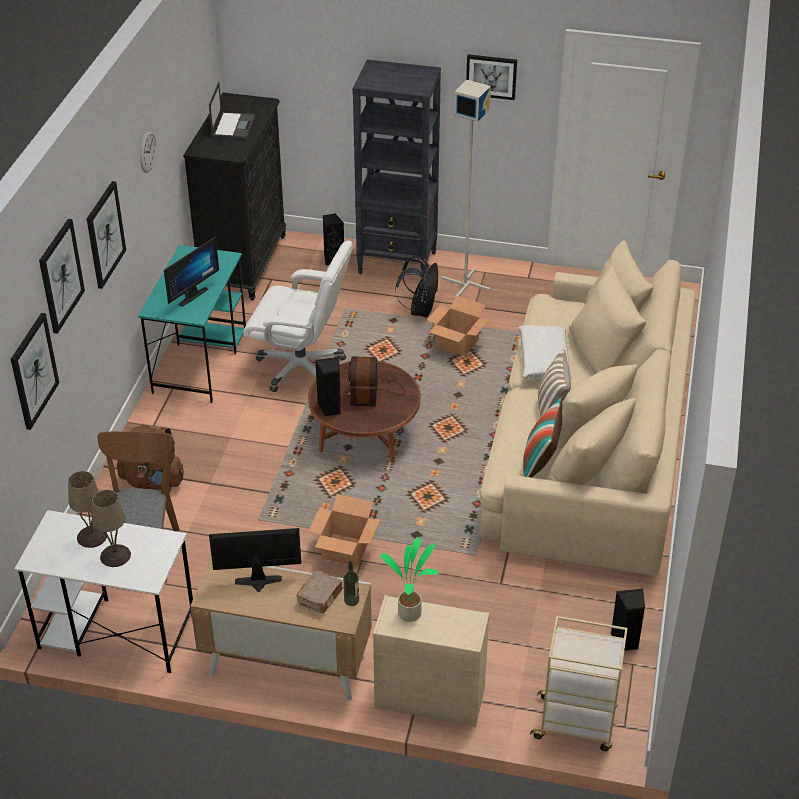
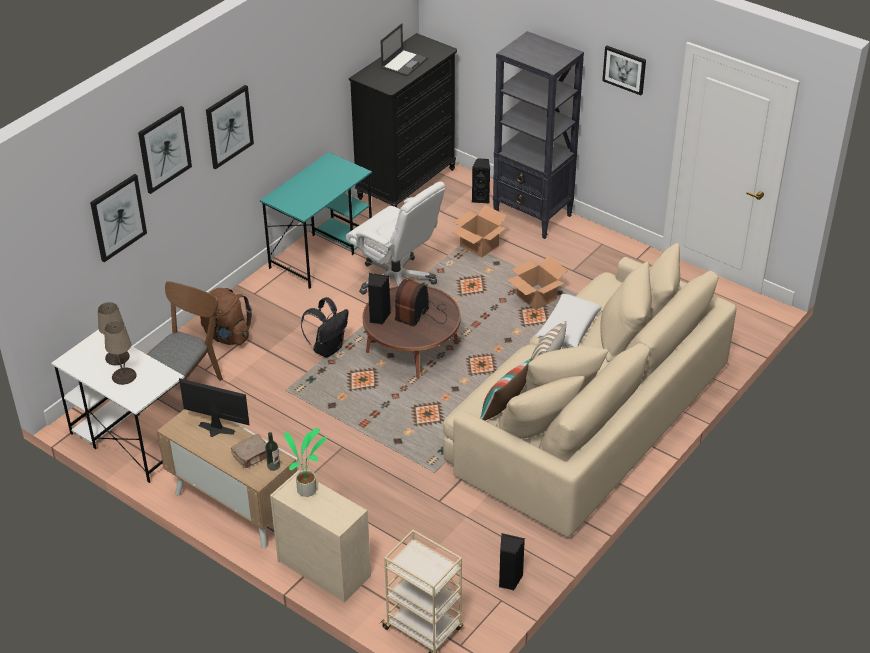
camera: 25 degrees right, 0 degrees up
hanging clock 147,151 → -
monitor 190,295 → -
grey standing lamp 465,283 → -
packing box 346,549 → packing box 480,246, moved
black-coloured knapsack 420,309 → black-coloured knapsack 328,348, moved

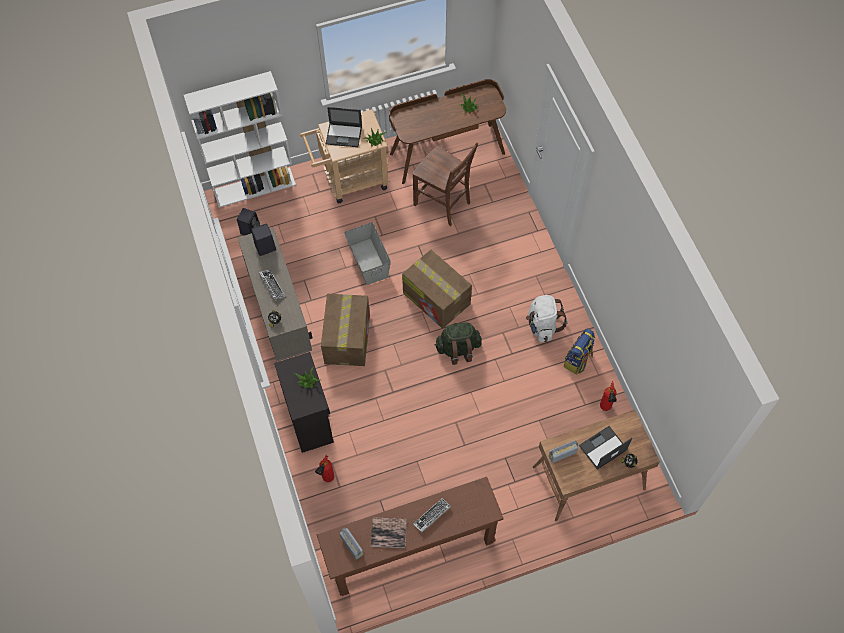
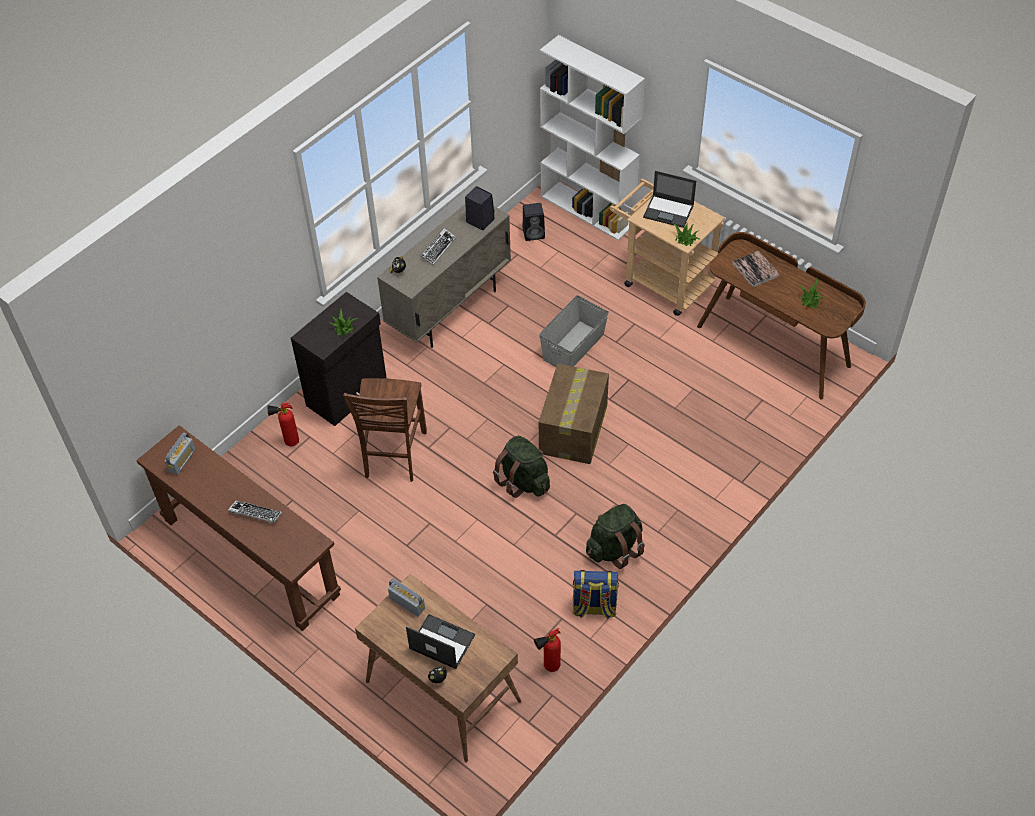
camera: 60 degrees right, 10 degrees down
packing box 347,338 → -
bound book 388,532 → bound book 755,269, moved
brown plain chair 443,204 → brown plain chair 393,455, moved
white knapsack 542,326 → green knapsack 614,548
portable computer 344,135 → portable computer 669,211, 45 degrees counterclockwise

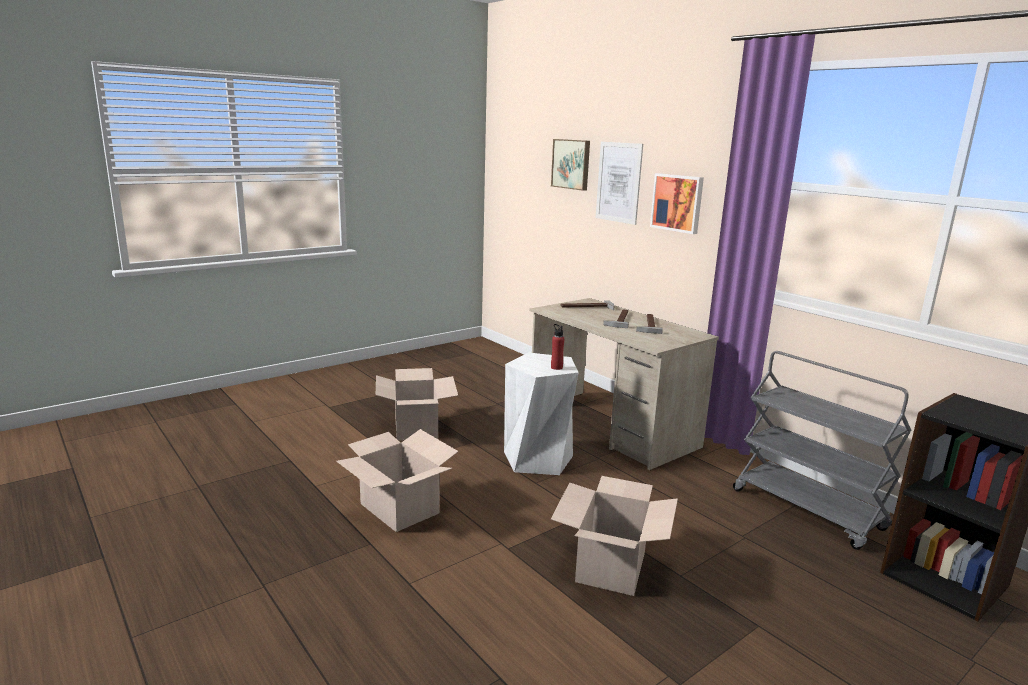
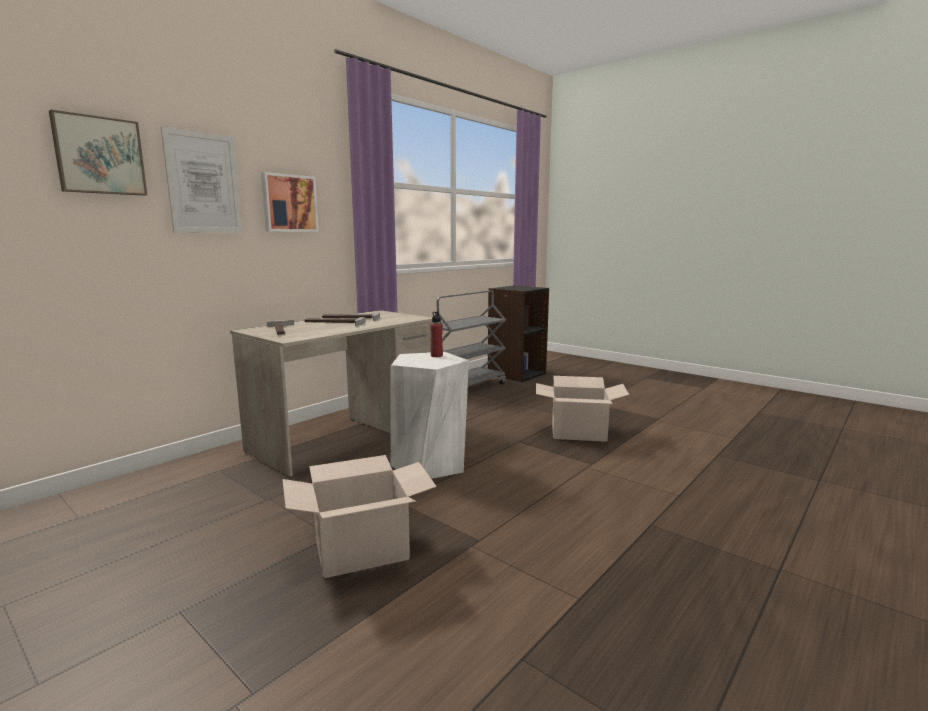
camera: 100 degrees left, 5 degrees down
packing box 400,508 → -

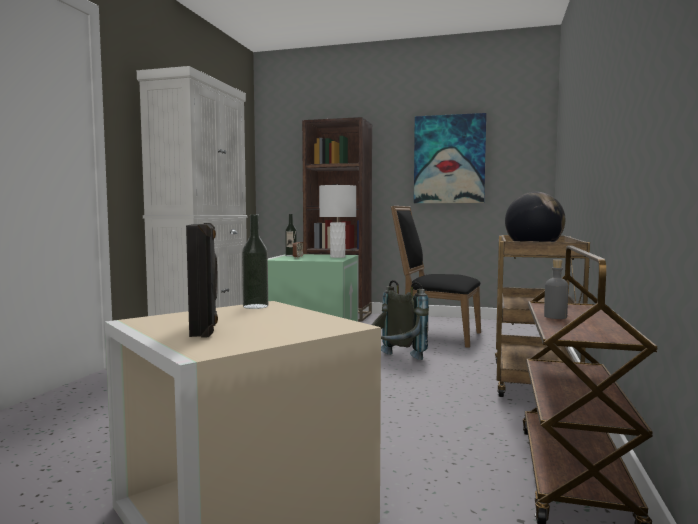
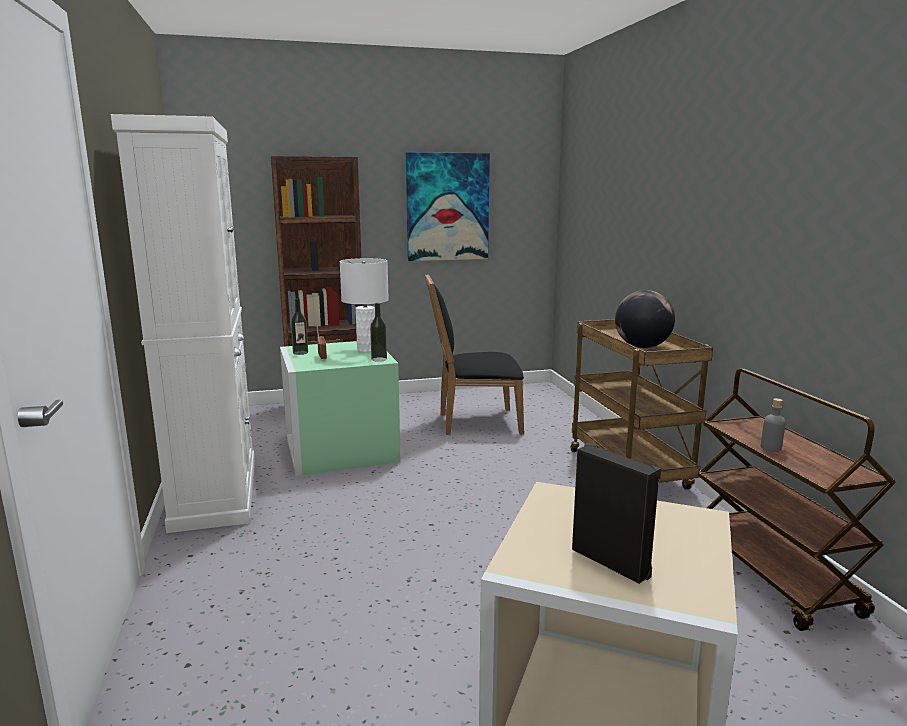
camera: 30 degrees left, 10 degrees up
grey knapsack 396,360 → -
drink bottle 255,306 → drink bottle 379,359, moved

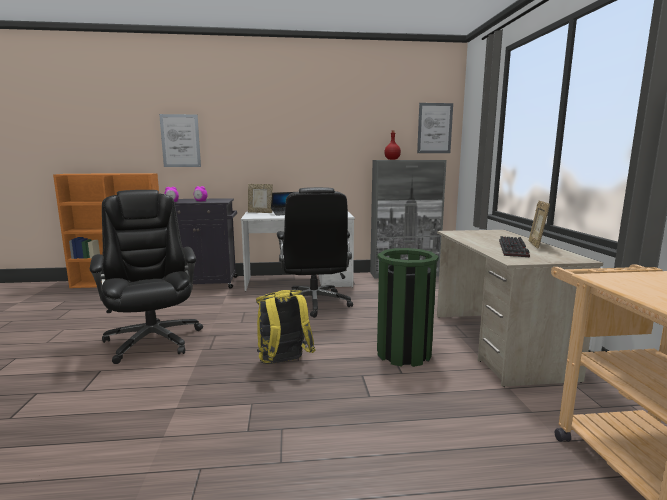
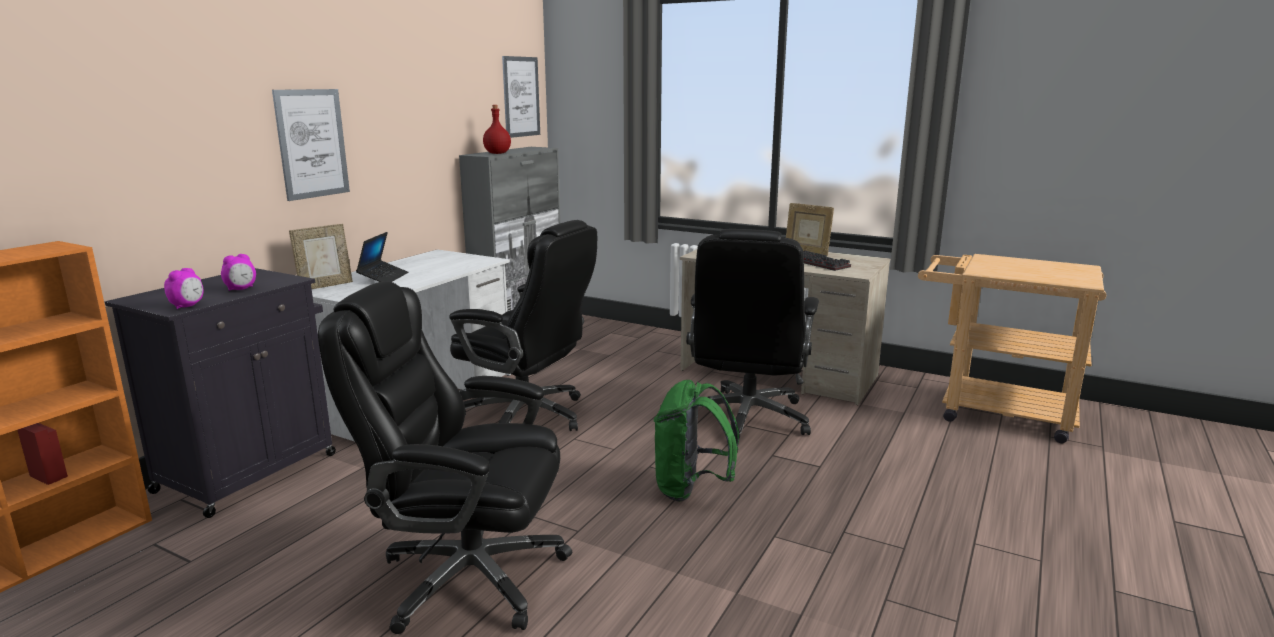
camera: 55 degrees left, 5 degrees up
wall picture 180,141 → wall picture 312,143, moved
green waste bin 403,353 → black-coloured office chair 747,418
yellow knapsack 283,363 → green knapsack 691,489

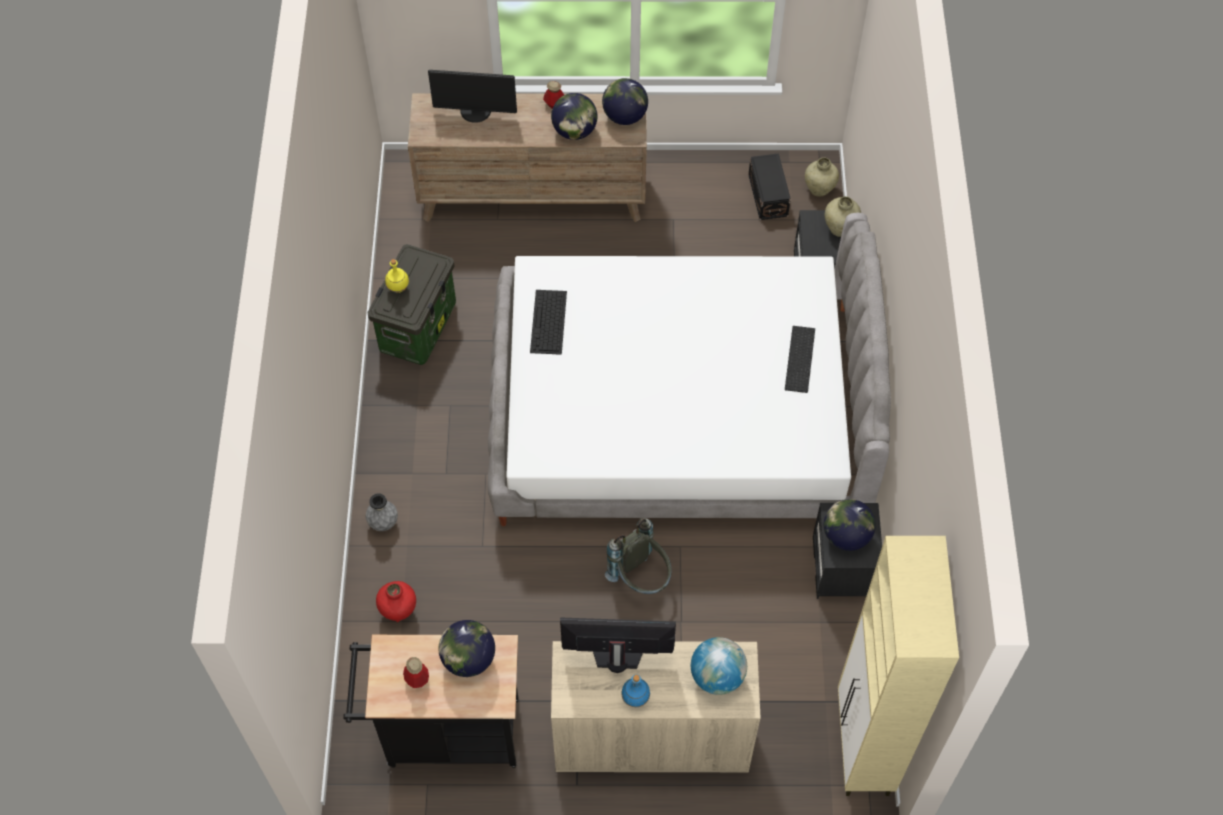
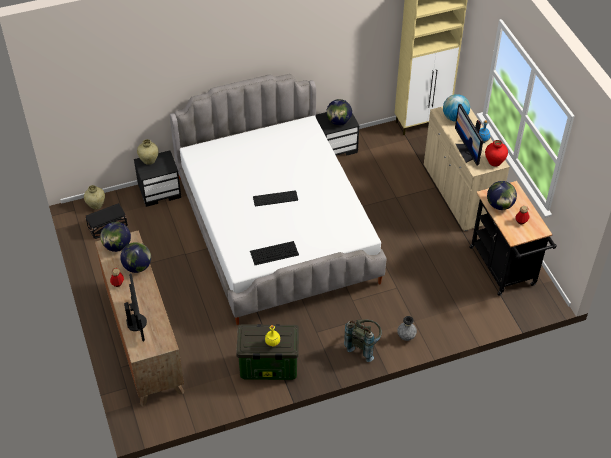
camera: 110 degrees left, 10 degrees down
red-coloured decorative vase 399,611 → red-coloured decorative vase 494,162, moved
grey knapsack 641,578 → grey knapsack 363,345, moved
keyboard 801,360 → keyboard 275,198, moved

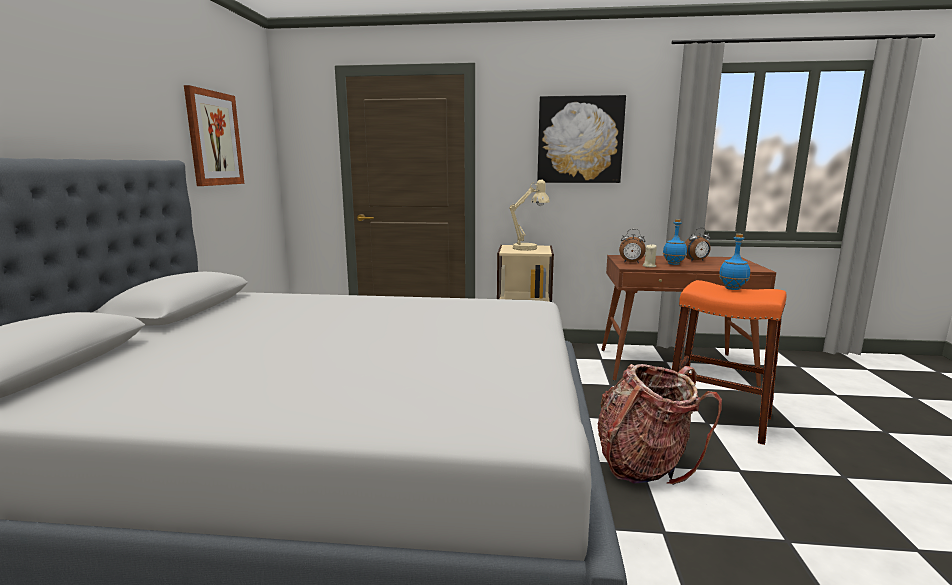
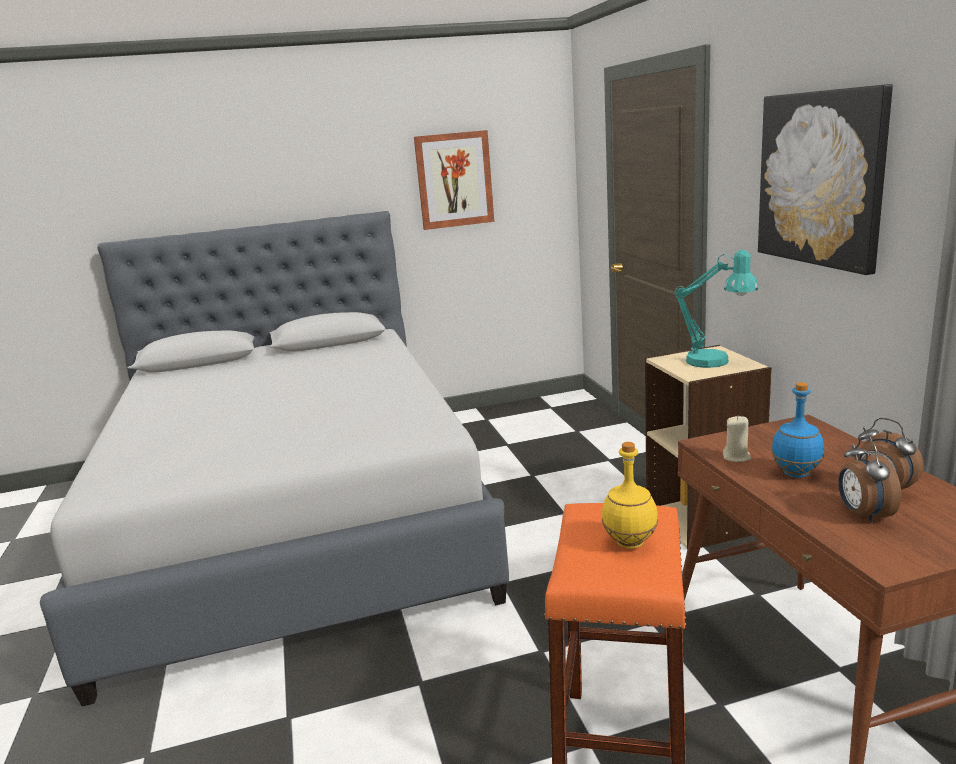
camera: 70 degrees right, 5 degrees up
knapsack 643,463 → -
table clock 631,262 → table clock 863,514, moved
beige-coloured table lamp 529,248 → turquoise-coloured table lamp 716,362
blue-coloured drink bottle 733,289 → yellow drink bottle 630,543

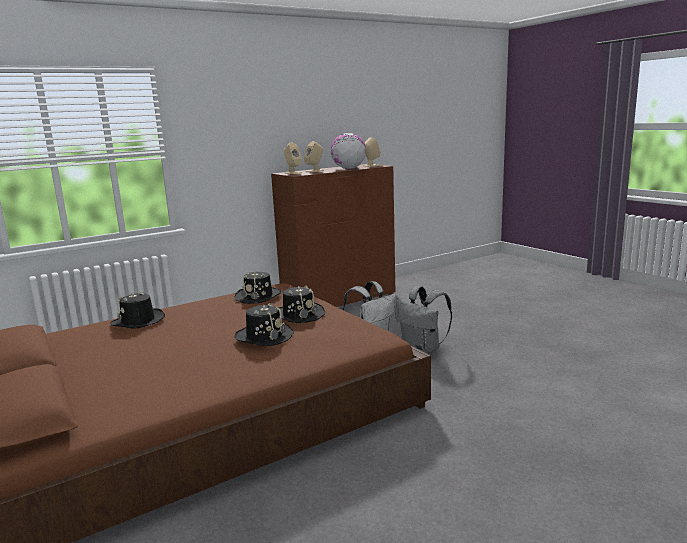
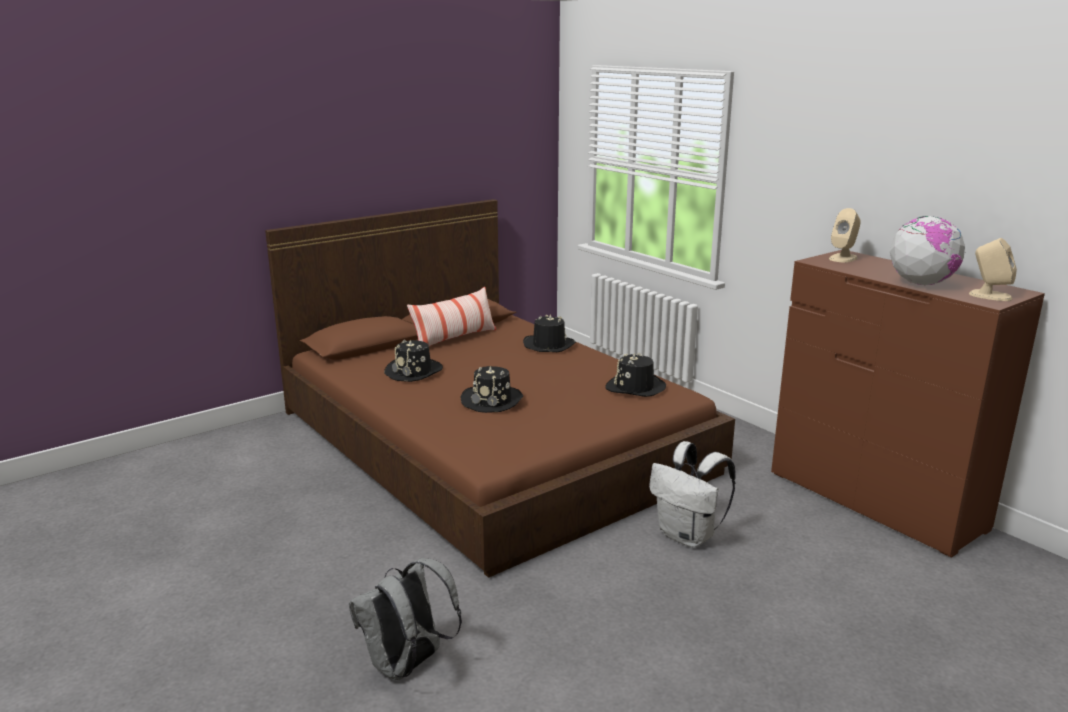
camera: 85 degrees right, 5 degrees up
beige-coloured speaker 314,171 → -
- → pillow 454,339
black-coloured wearable hat 299,315 → black-coloured wearable hat 414,371, moved
grey knapsack 423,350 → grey knapsack 407,666, moved

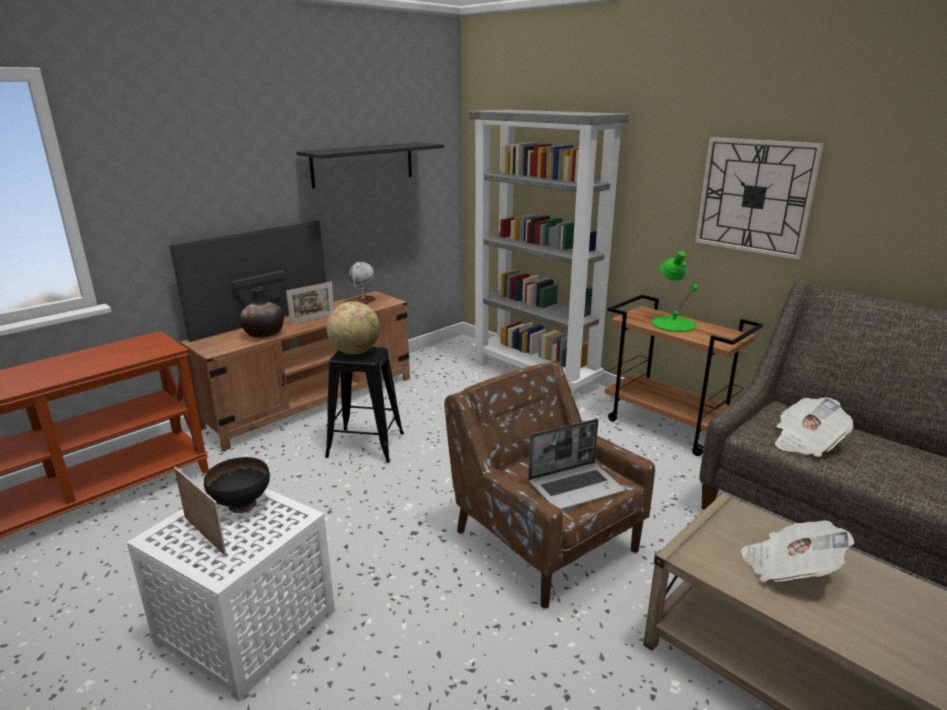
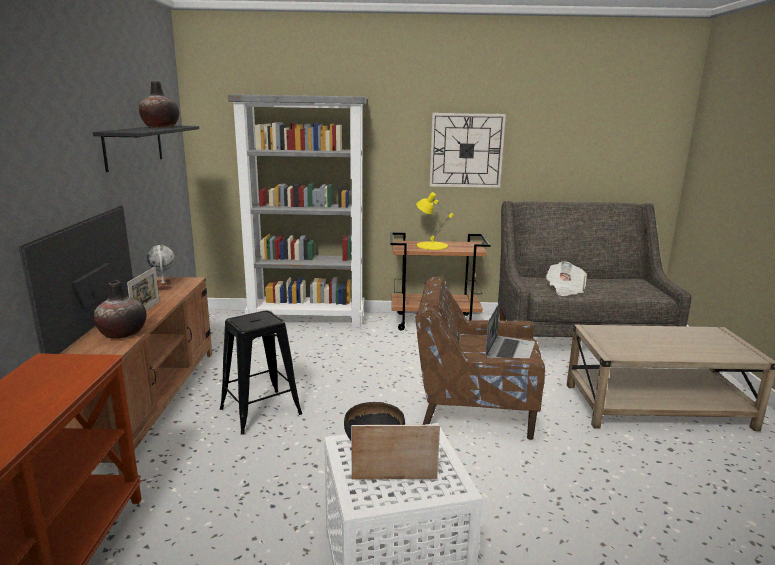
camera: 45 degrees left, 5 degrees down
world globe 355,351 → -
daily paper 788,569 → -
- → decorative vase 160,127
green table lamp 673,324 → yellow table lamp 431,245

